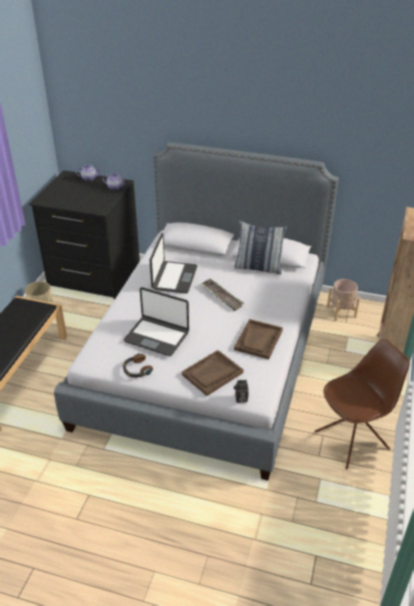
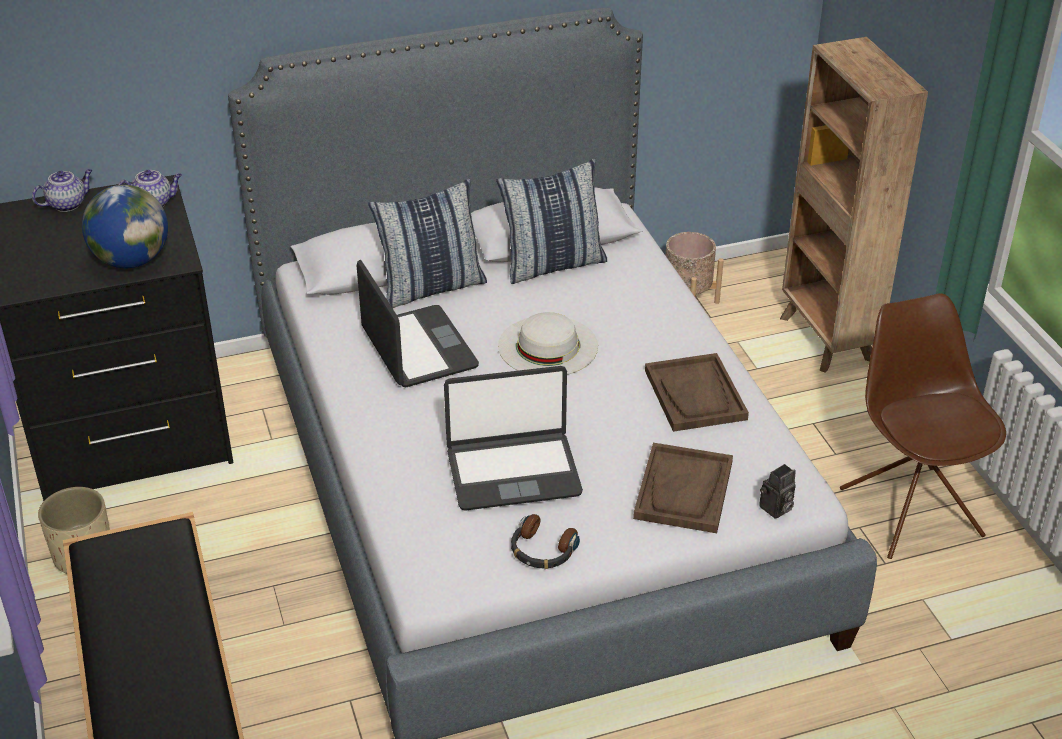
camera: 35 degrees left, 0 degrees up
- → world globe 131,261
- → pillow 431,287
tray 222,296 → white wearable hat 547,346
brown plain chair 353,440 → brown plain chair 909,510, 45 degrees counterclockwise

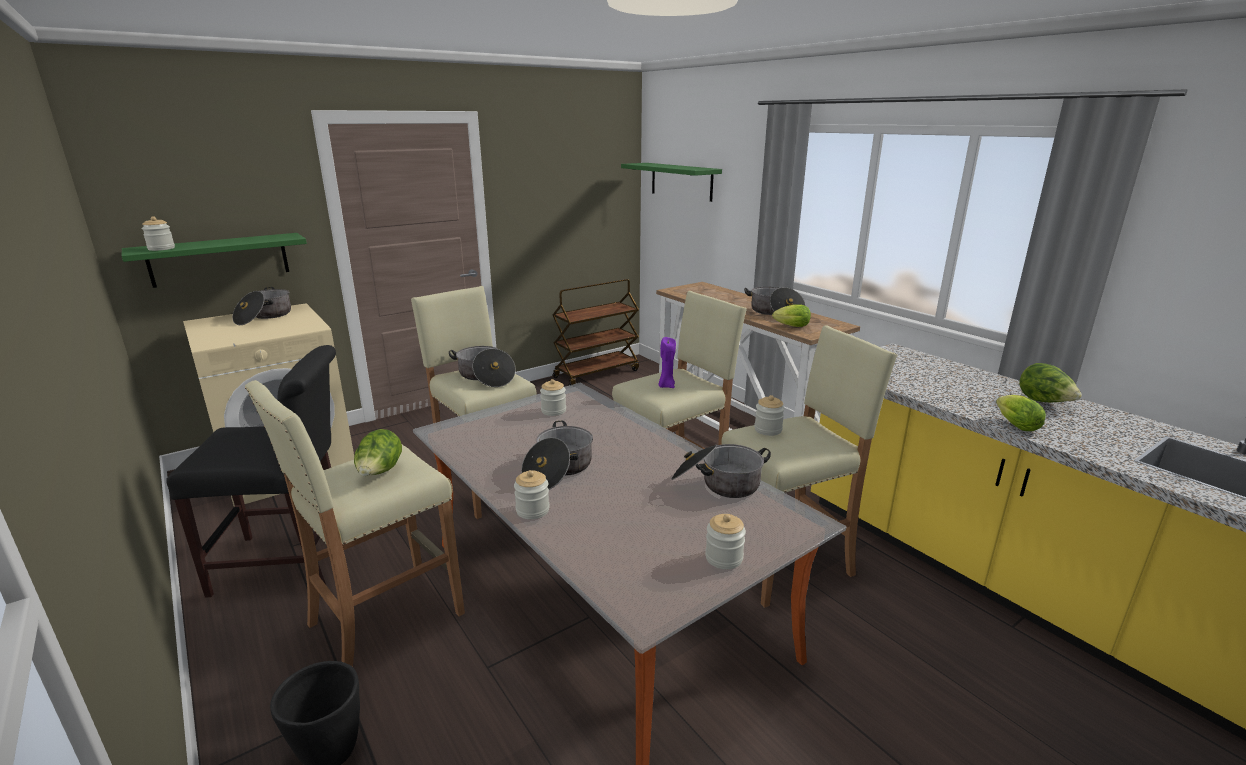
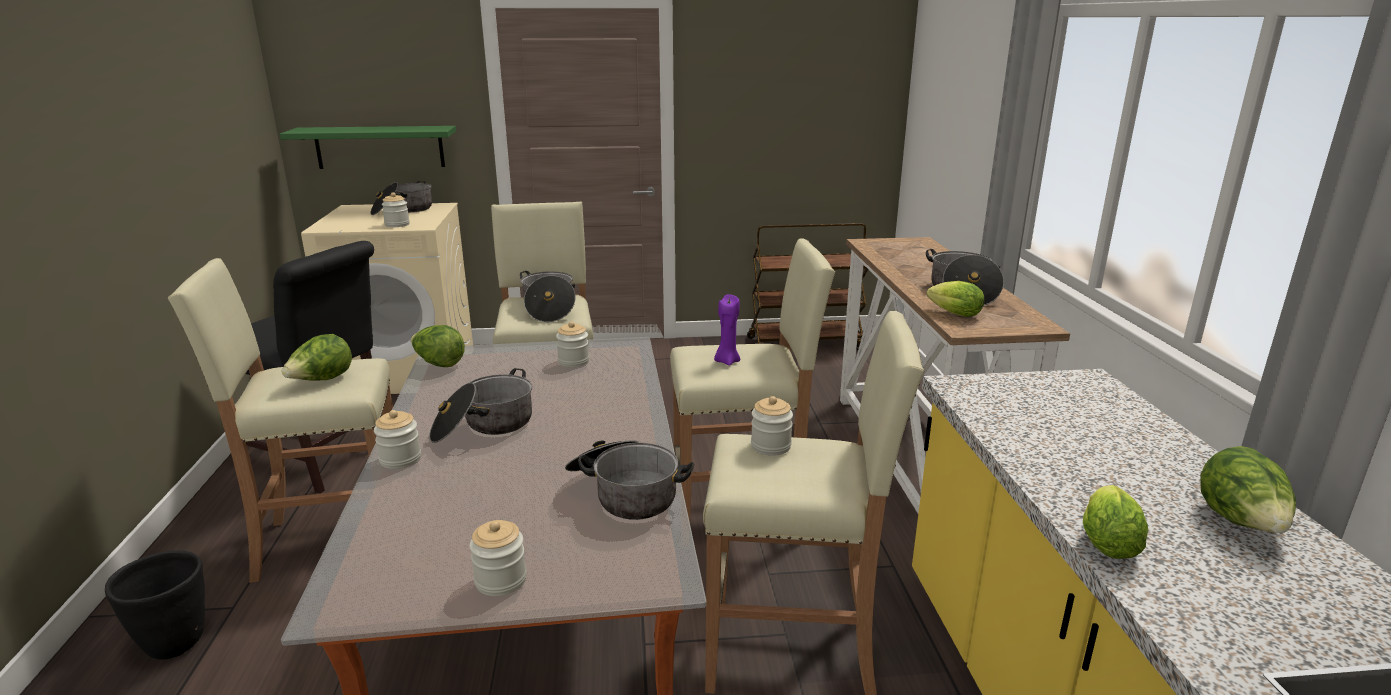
camera: 30 degrees right, 0 degrees up
green bracket shelf 681,181 → -
- → lettuce 438,364
preserve jar 161,248 → preserve jar 397,224, moved

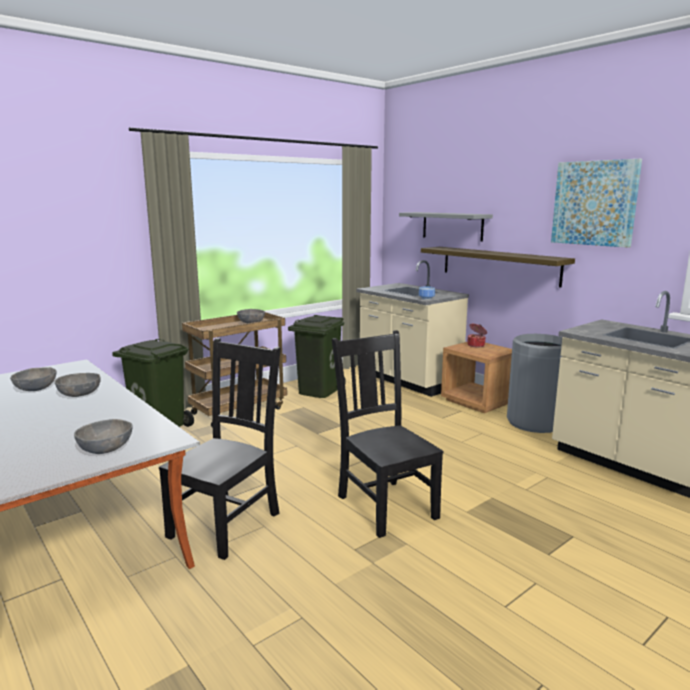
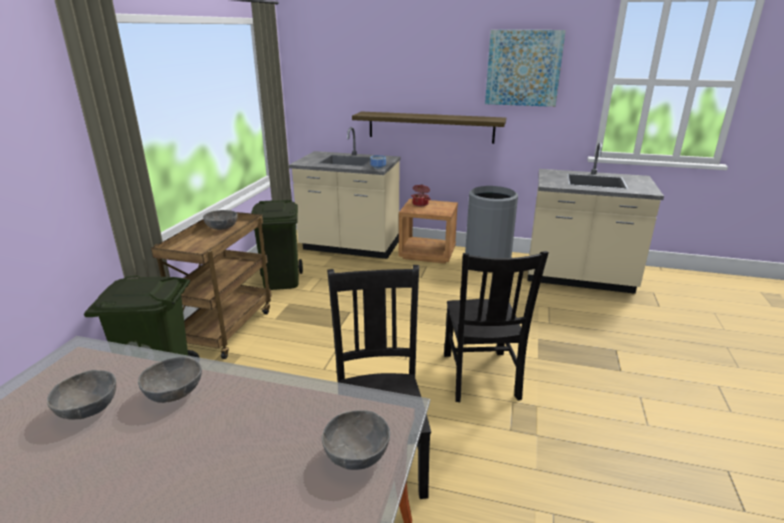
camera: 35 degrees left, 10 degrees up
grey bracket shelf 452,226 → -
black-coloured plain chair 385,505 → black-coloured plain chair 480,378, 120 degrees counterclockwise

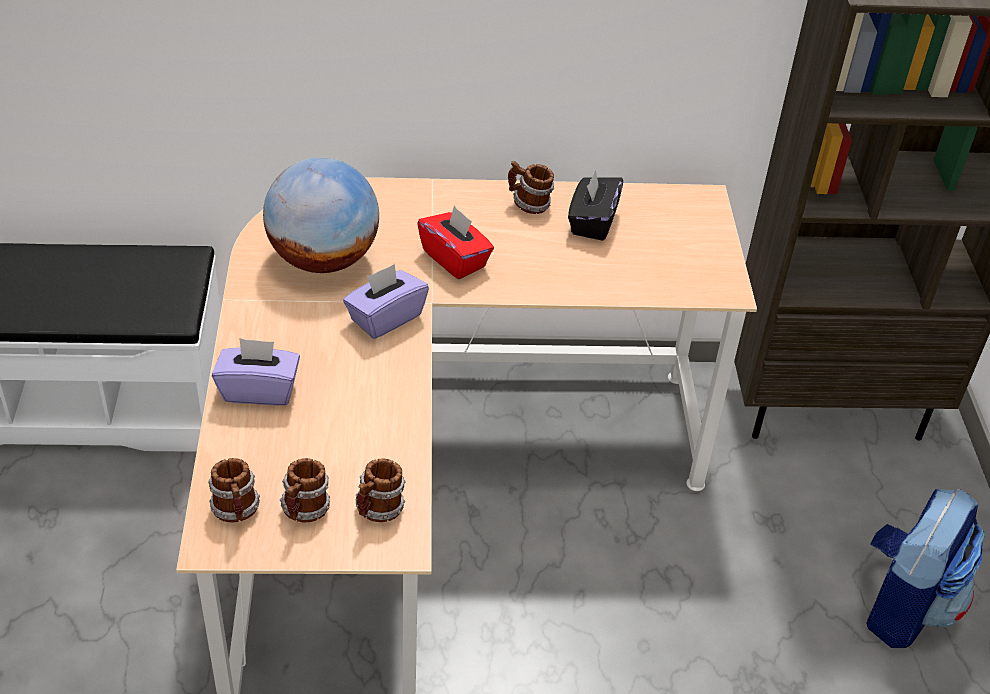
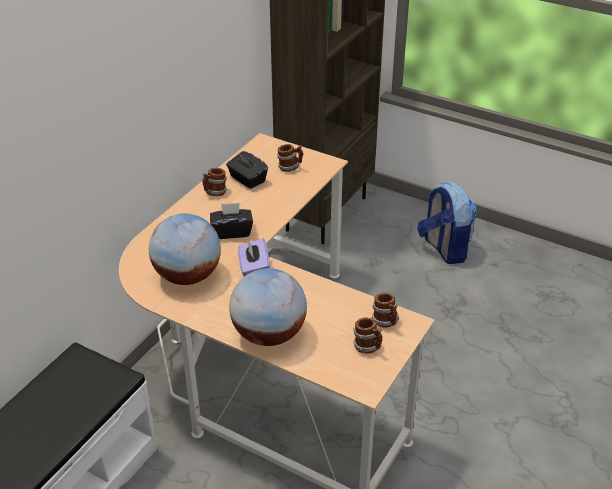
camera: 55 degrees left, 5 degrees down
mug 237,511 → mug 290,167, moved
purple-coloured tissue box 259,390 → world globe 269,334
red-coloured tissue box 455,259 → black-coloured tissue box 232,232

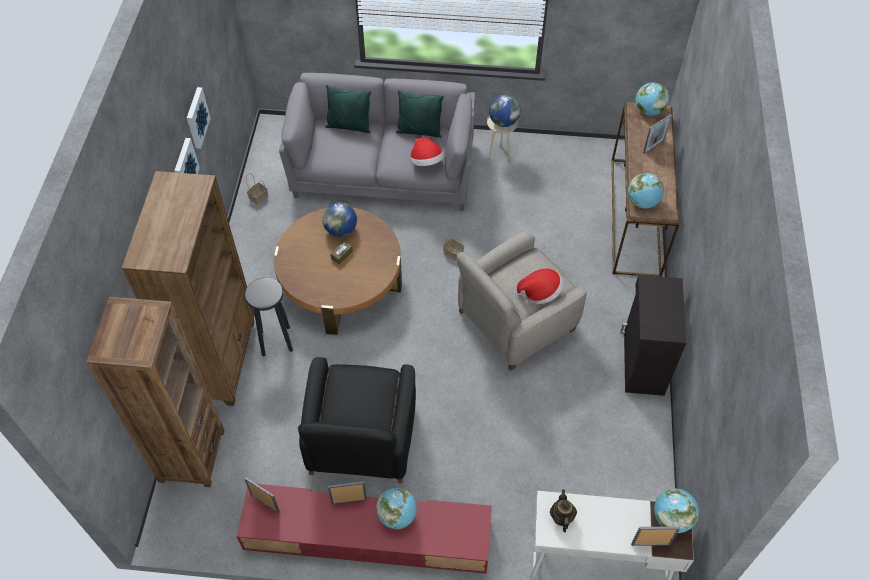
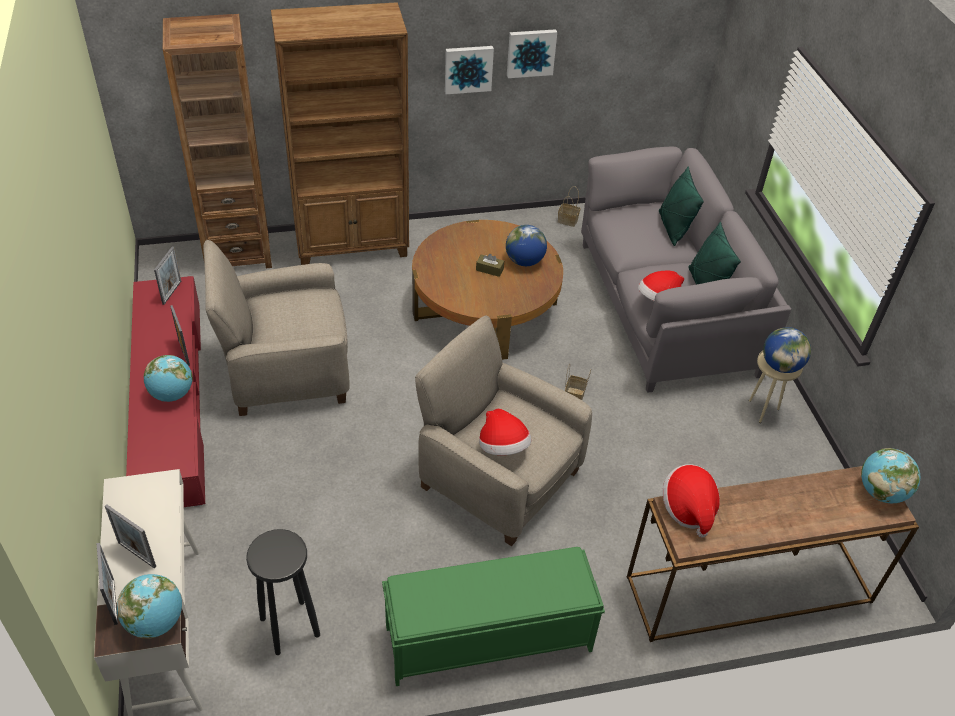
camera: 70 degrees right, 10 degrees down
teapot 561,517 → -
black-coloured stool 276,341 → black-coloured stool 290,627, moved
picture frame 653,146 → picture frame 137,554, moved
black-coloured cupboard 642,363 → green bench 486,638
world globe 642,202 → wearable hat 688,509
black-coloured lounge chair 361,440 → beige-coloured lounge chair 286,370

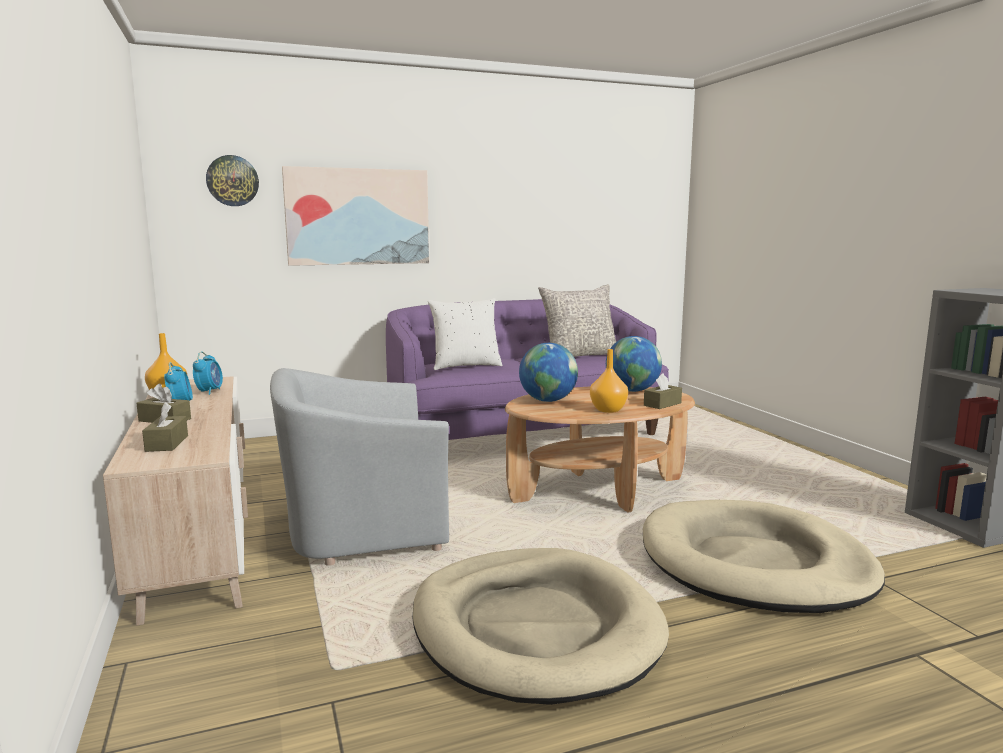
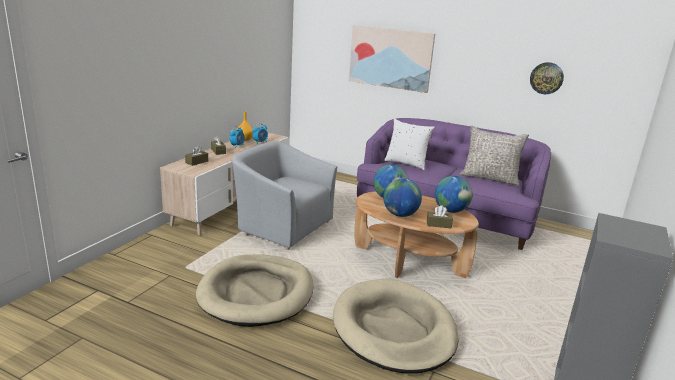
camera: 45 degrees right, 10 degrees up
hanging clock 232,181 → hanging clock 546,78, moved
orangey decorative vase 607,410 → world globe 400,215

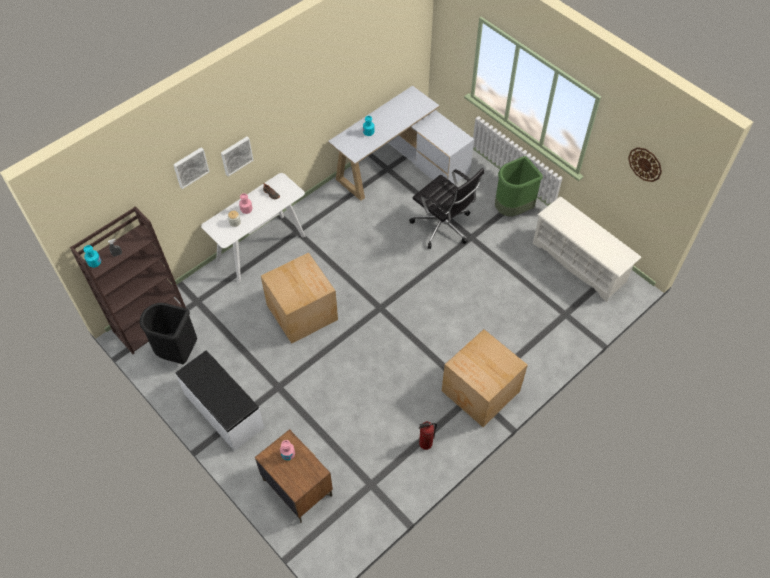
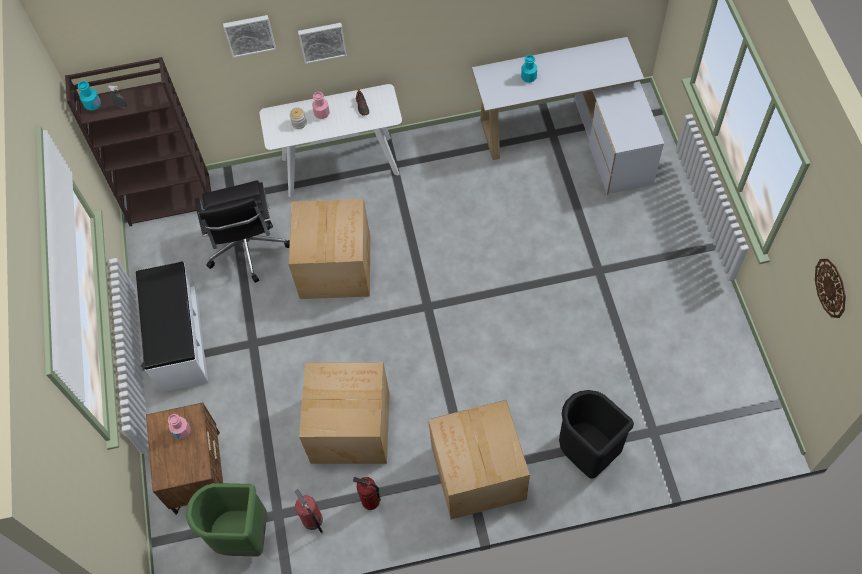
camera: 35 degrees right, 5 degrees up
white shoe shelf 579,262 → -
- → fire extinguisher 313,520
- → packing box 349,426
black-coloured waste bin 177,352 → black-coloured waste bin 587,452, moved
black-coloured office chair 443,227 → black-coloured office chair 248,248, moved
green waste bin 512,209 → green waste bin 242,536, moved

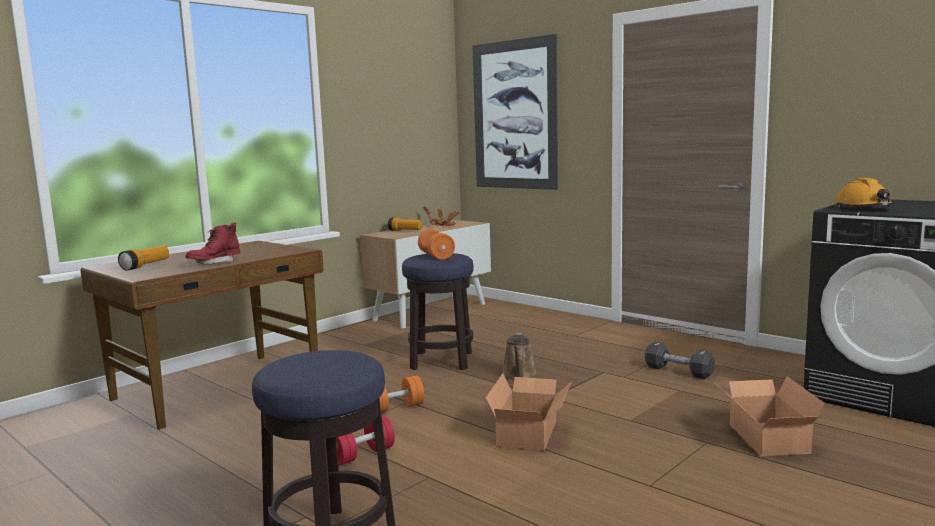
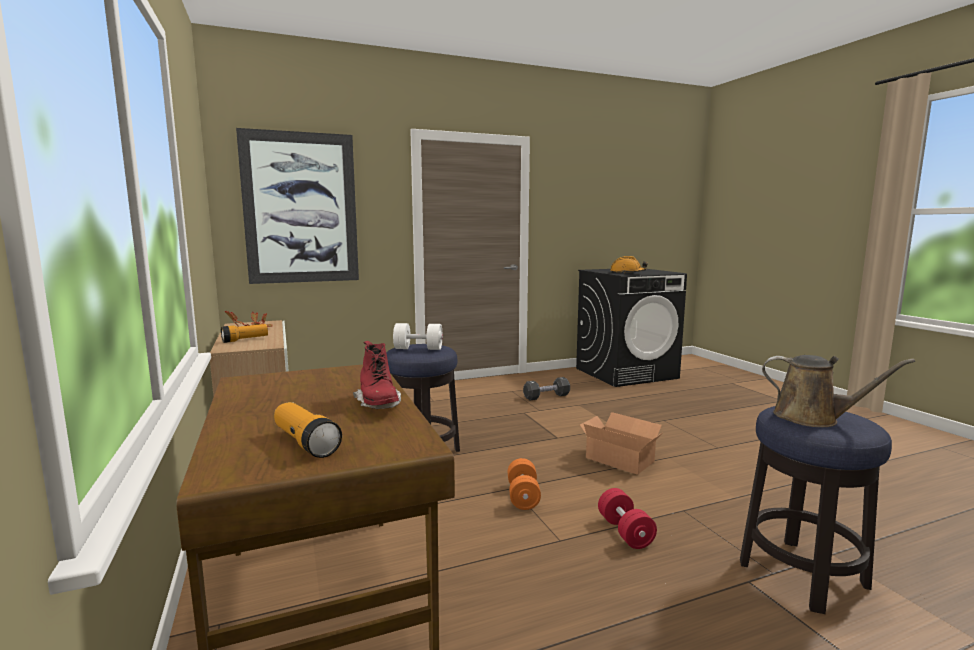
camera: 65 degrees left, 0 degrees up
packing box 766,439 → -
brown watering can 519,376 → brown watering can 812,418, moved
orangey free weight 436,256 → white free weight 418,349

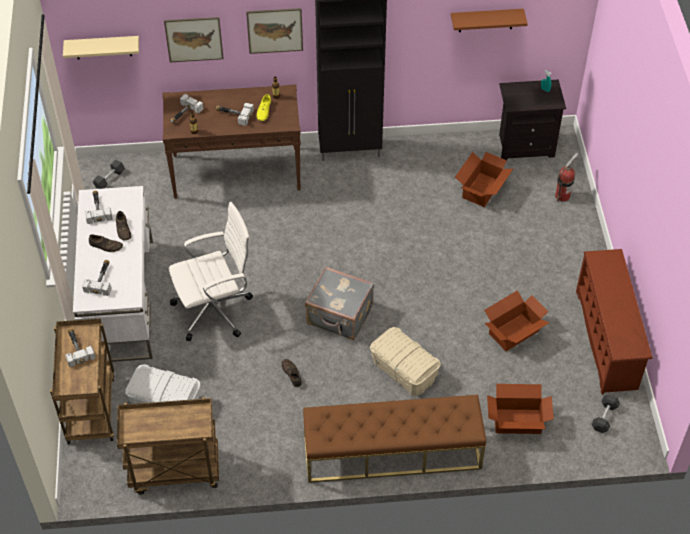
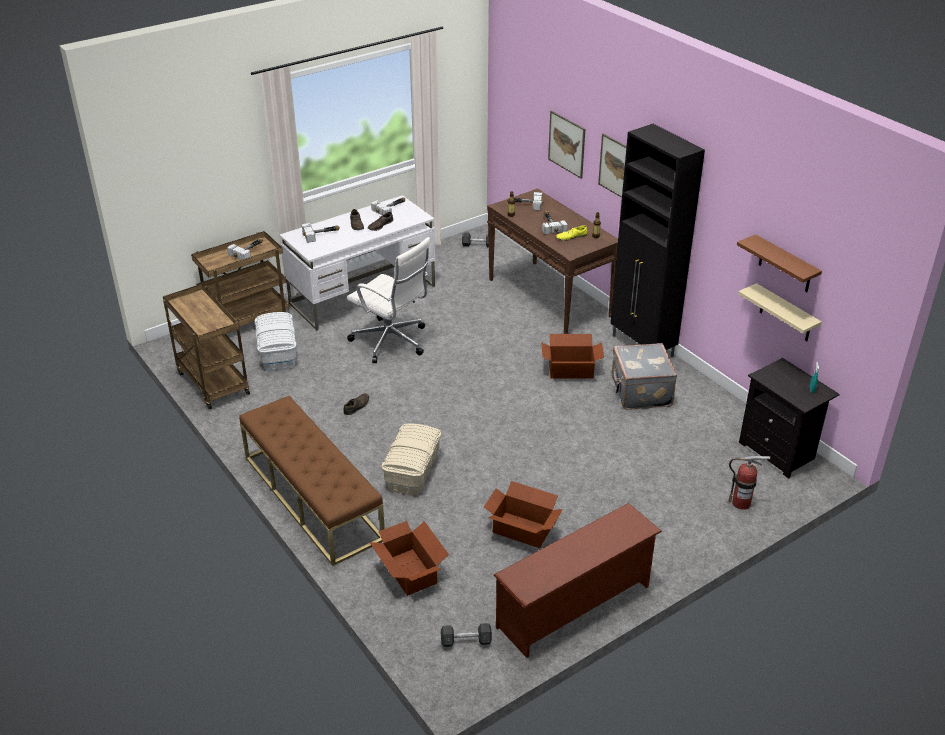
camera: 60 degrees right, 15 degrees down
beige-coloured bracket shelf 103,47 → beige-coloured bracket shelf 785,314, moved
grey piece of luggage 339,316 → grey piece of luggage 640,392, moved
packing box 482,189 → packing box 571,370, moved

